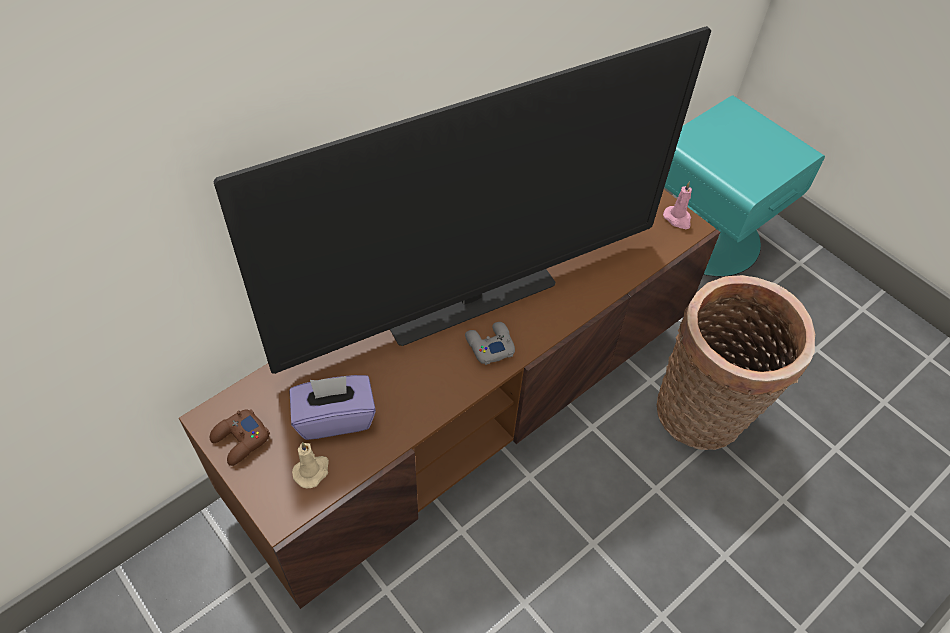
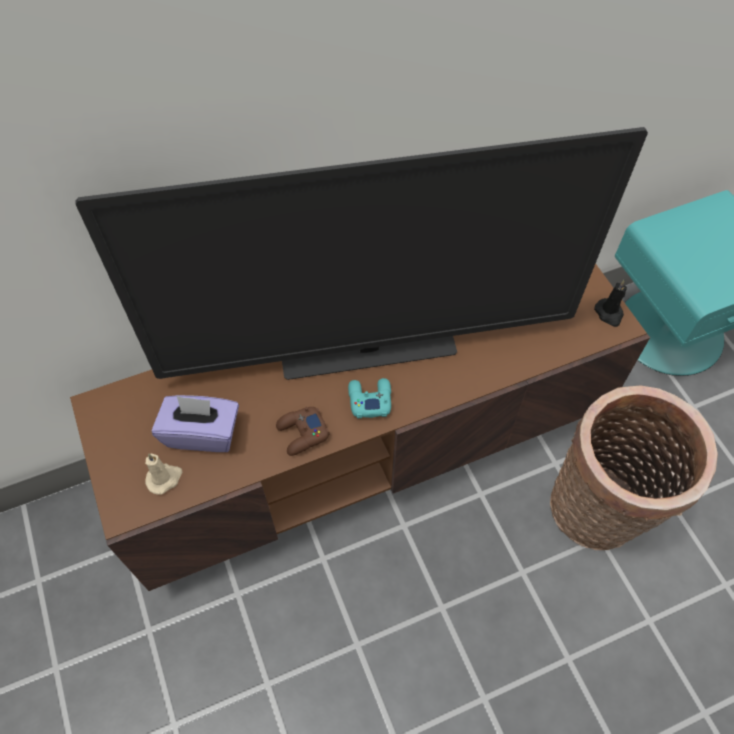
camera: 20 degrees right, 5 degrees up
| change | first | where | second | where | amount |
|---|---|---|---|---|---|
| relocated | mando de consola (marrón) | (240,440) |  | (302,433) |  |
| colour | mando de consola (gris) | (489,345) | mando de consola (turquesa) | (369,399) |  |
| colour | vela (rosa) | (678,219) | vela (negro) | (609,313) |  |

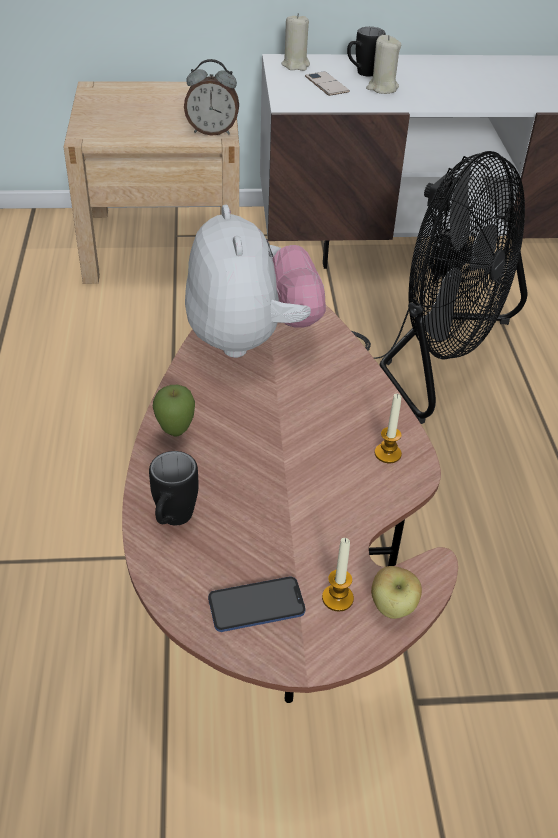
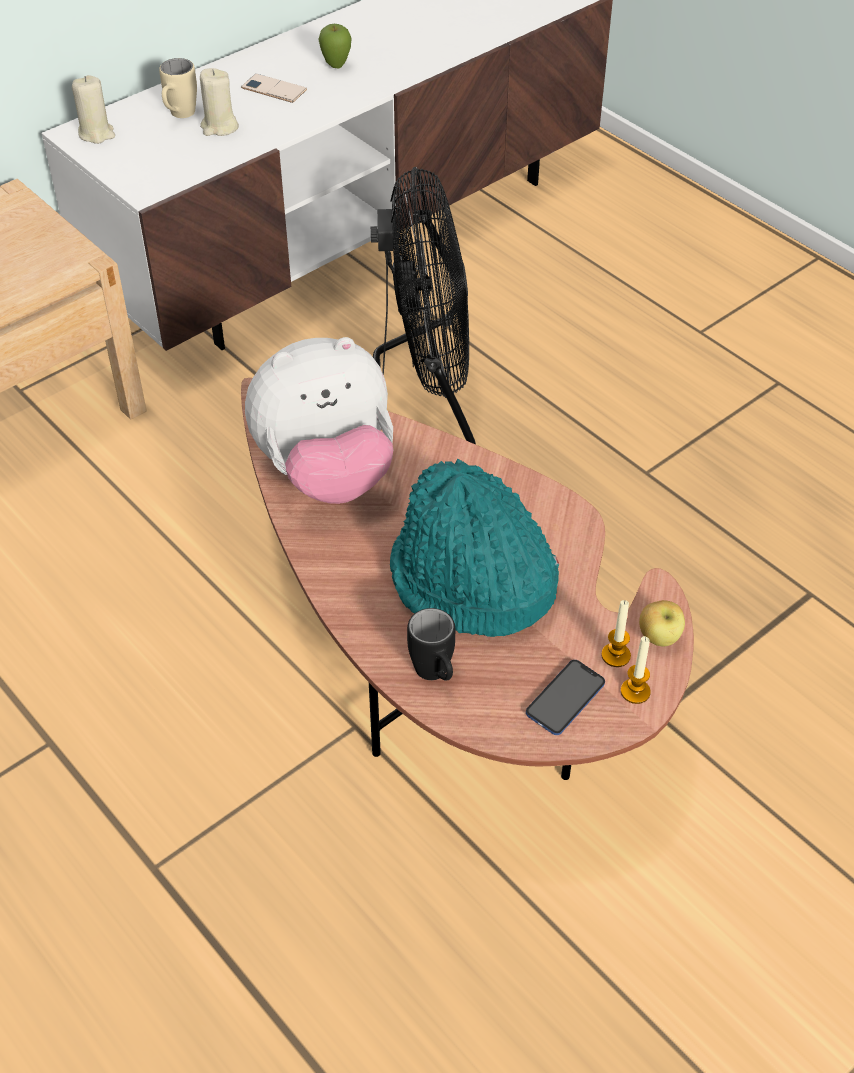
camera: 35 degrees left, 5 degrees up
| change | first | where | second | where | amount |
|---|---|---|---|---|---|
| missing | despertador | (212,131) |  |  |  |
| appeared |  |  | sombrero (turquesa) | (470,584) |  |
| relocated | manzana | (175,432) |  | (336,66) |  |
| relocated | móvil | (326,84) |  | (274,89) |  |
| relocated | vela | (387,454) |  | (635,691) |  |
| colour | taza grande (negro) | (361,74) | taza grande (beis) | (179,116) |  |
| spun | peluche | (251,339) |  | (327,474) | 120 degrees clockwise |

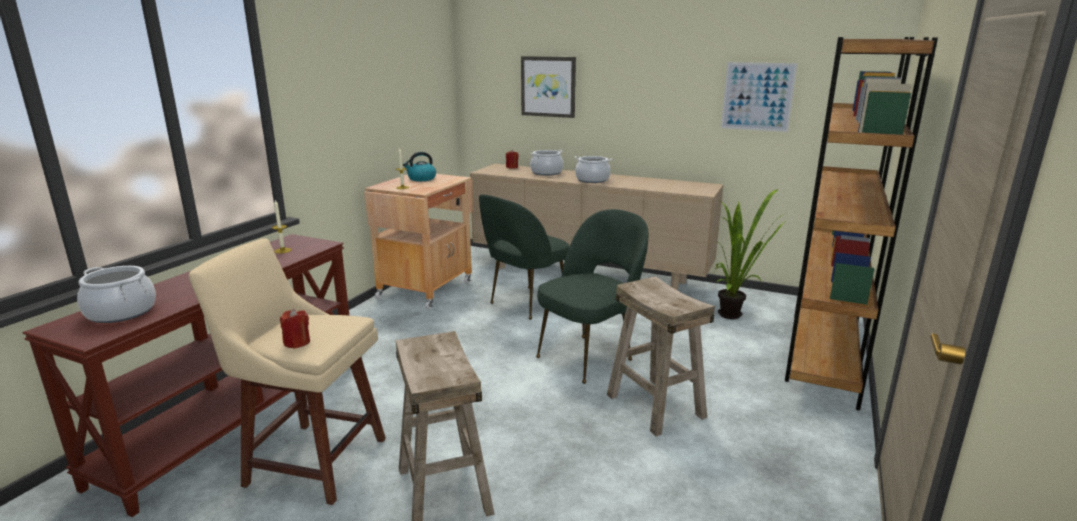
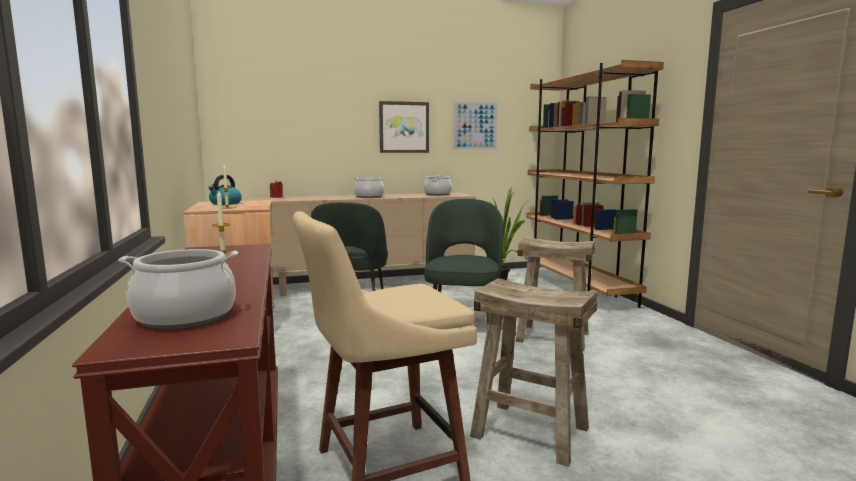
camera: 40 degrees left, 10 degrees down
| change | first | where | second | where | amount |
|---|---|---|---|---|---|
| missing | vela (rojo) | (297,342) |  |  |  |
| relocated | cuadro | (548,86) |  | (404,127) |  |
| relocated | olla | (546,173) |  | (437,194) |  |

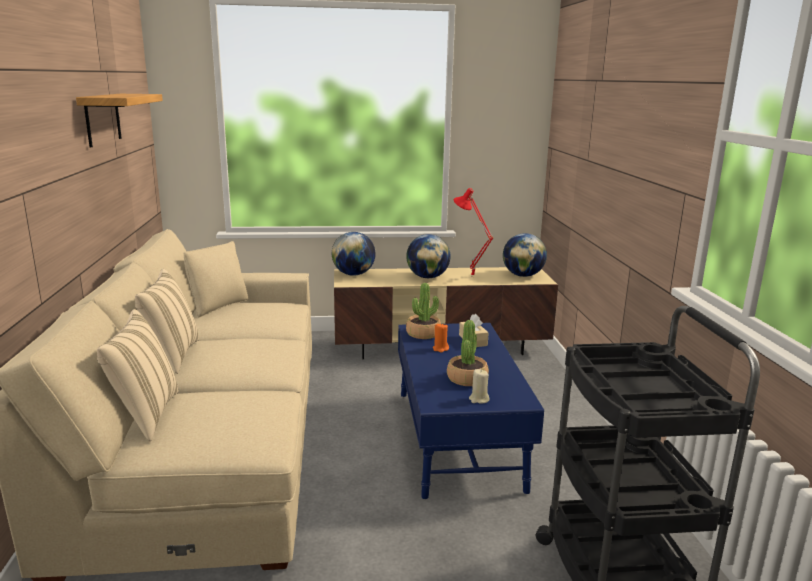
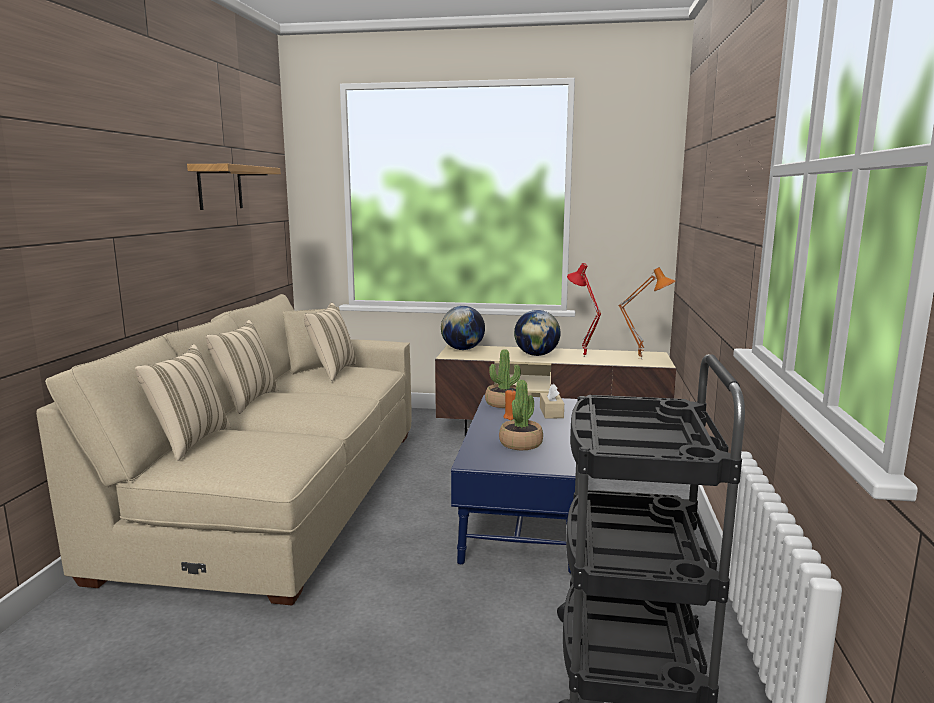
camera: 15 degrees right, 5 degrees down
| change | first | where | second | where | amount |
|---|---|---|---|---|---|
| missing | vela (beis) | (479,399) |  |  |  |
| appeared |  |  | cojín (beis) | (332,371) |  |
| exchanged | globo terráqueo | (523,275) | lámpara de mesa (naranja) | (641,358) |  |

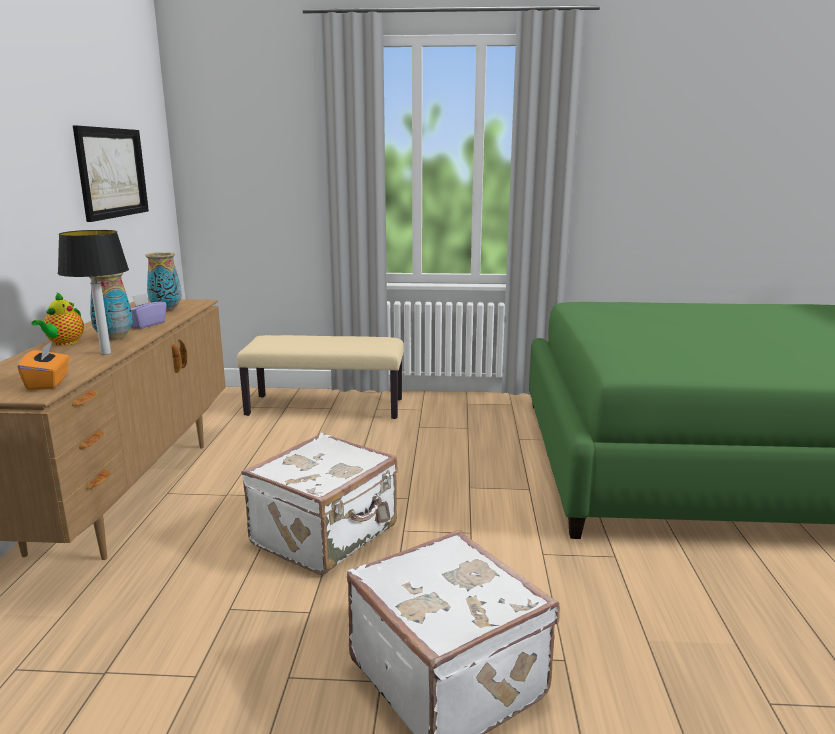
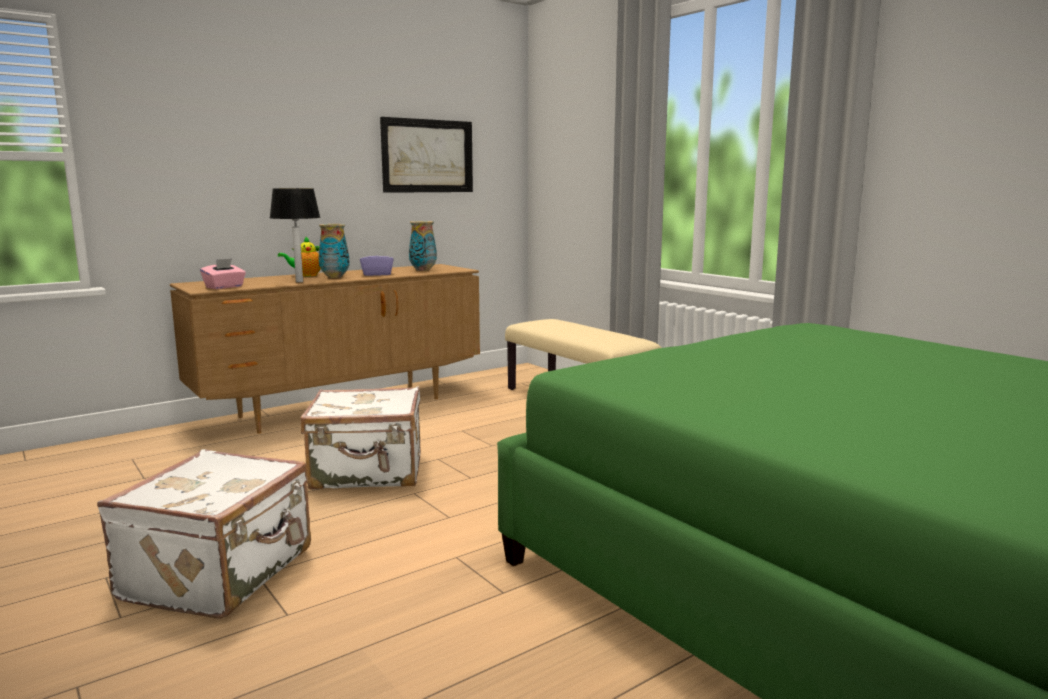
camera: 50 degrees right, 5 degrees down
| change | first | where | second | where | amount |
|---|---|---|---|---|---|
| colour | caja de pañuelos (naranja) | (48,383) | caja de pañuelos (rosa) | (224,287) |  |

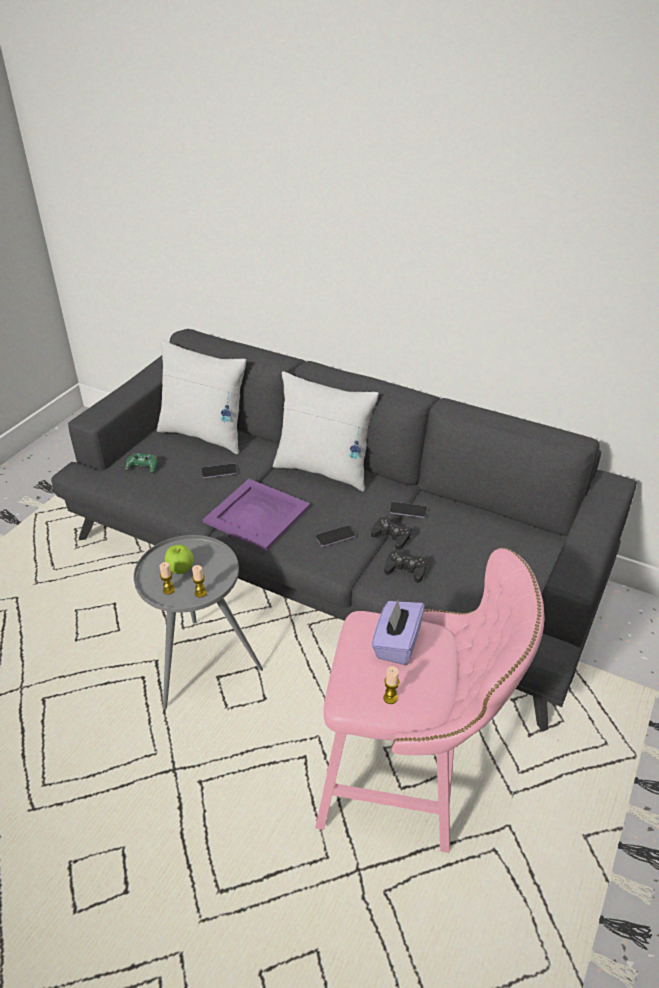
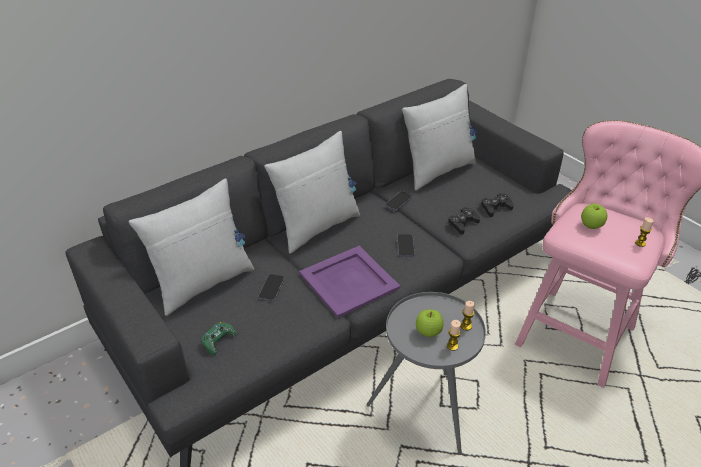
camera: 65 degrees left, 0 degrees up
| change | first | where | second | where | amount |
|---|---|---|---|---|---|
| appeared |  |  | cojín (gris) | (437,171) |  |
| relocated | mando de consola (negro) | (391,536) |  | (495,208) |  |
| exchanged | caja de pañuelos (morado) | (396,643) | manzana | (591,226) |  |

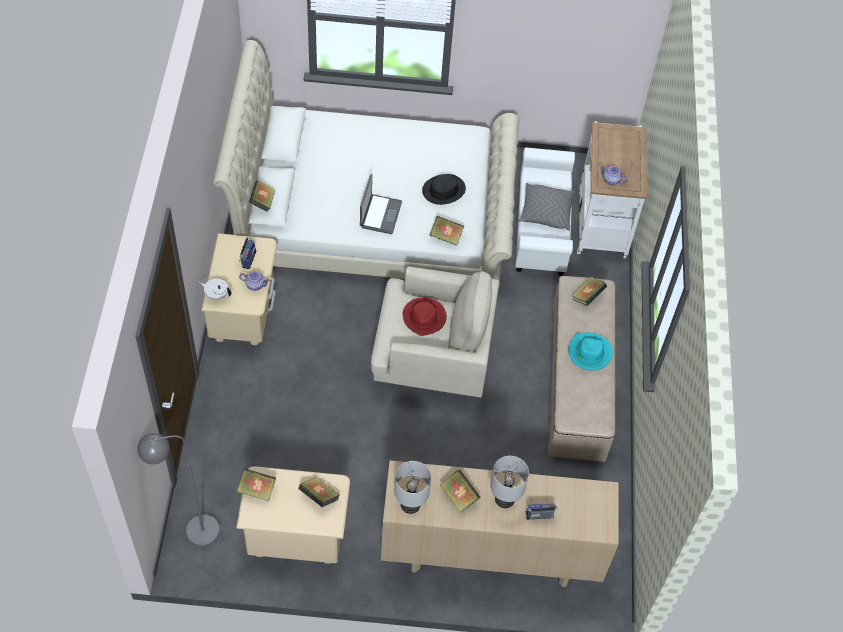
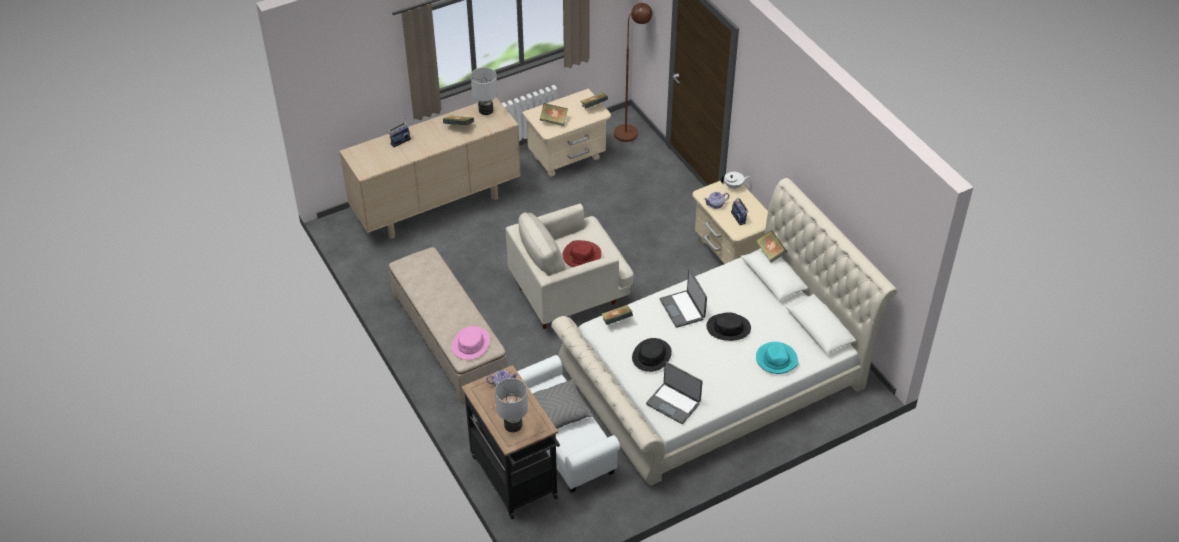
camera: 150 degrees right, 10 degrees down
| change | first | where | second | where | amount |
|---|---|---|---|---|---|
| appeared |  |  | portátil | (673,403) |  |
| appeared |  |  | sombrero (negro) | (728,327) |  |
| relocated | lámpara de mesa (gris) | (505,499) |  | (513,425) |  |
| relocated | sombrero (turquesa) | (589,353) |  | (776,359) |  |
| exchanged | libro | (587,297) | sombrero (rosa) | (471,344) |  |
| colour | lámpara de pie (gris) | (192,534) | lámpara de pie (marrón) | (630,130) |  |
| colour | carrito (blanco) | (601,222) | carrito (negro) | (515,479) |  |

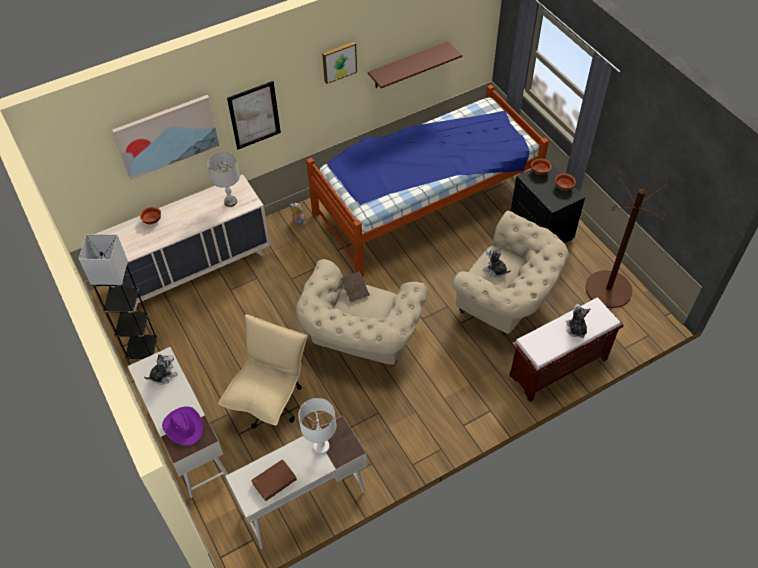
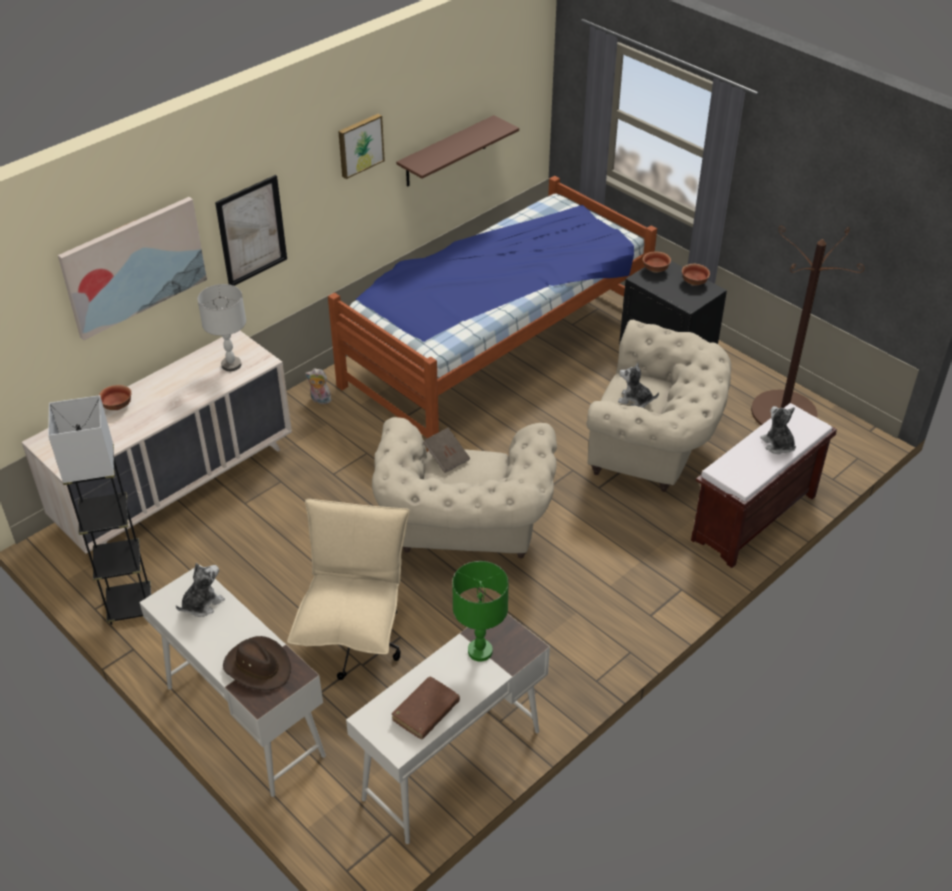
camera: 15 degrees left, 10 degrees down
| change | first | where | second | where | amount |
|---|---|---|---|---|---|
| colour | sombrero (morado) | (184,427) | sombrero (marrón) | (258,666) |  |
| colour | lámpara de mesa (blanco) | (321,446) | lámpara de mesa (verde) | (479,651) |  |

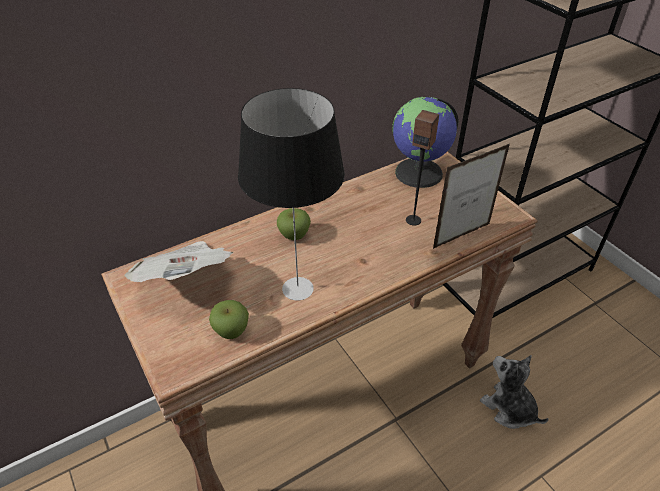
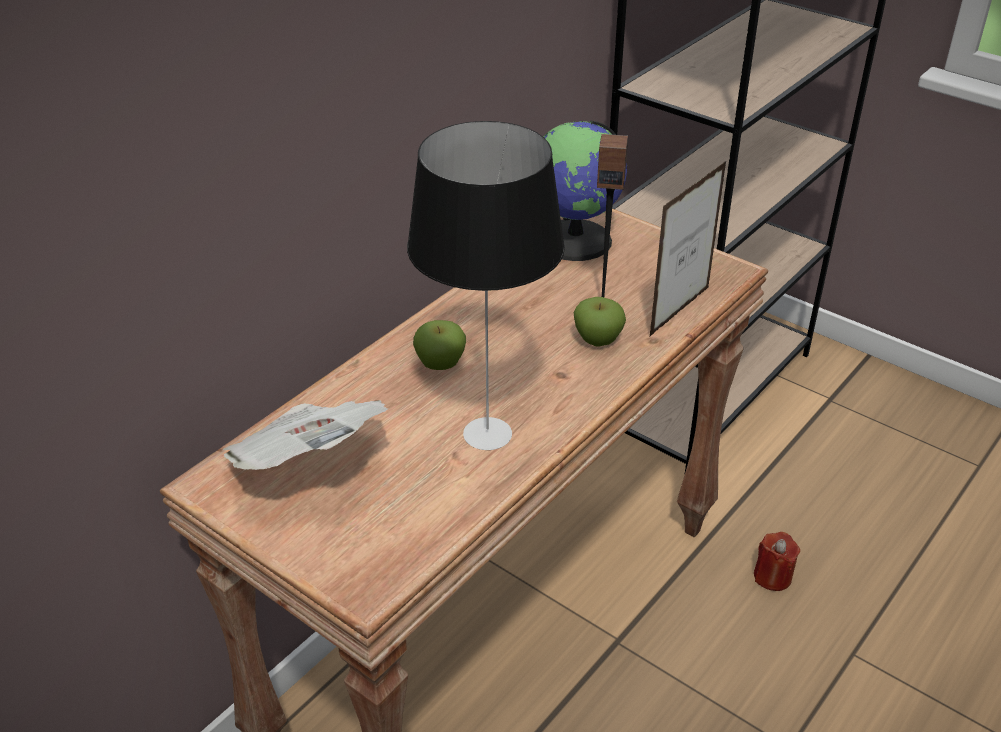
camera: 20 degrees left, 5 degrees down
| change | first | where | second | where | amount |
|---|---|---|---|---|---|
| relocated | manzana | (231,331) |  | (597,340) |  |
| exchanged | peluche | (509,408) | vela (rojo) | (772,576) |  |

